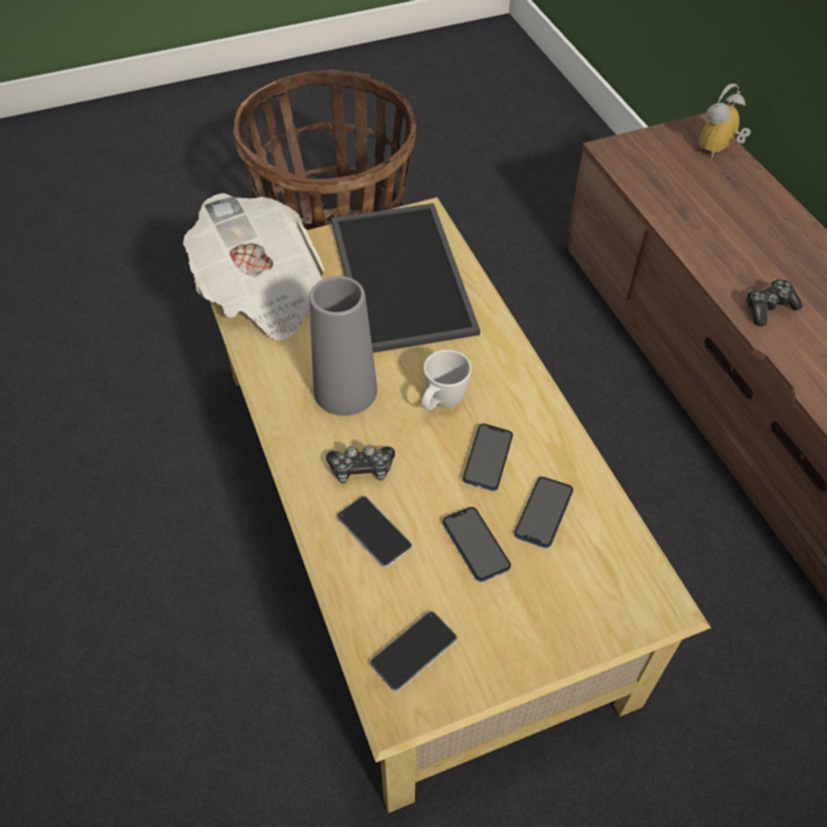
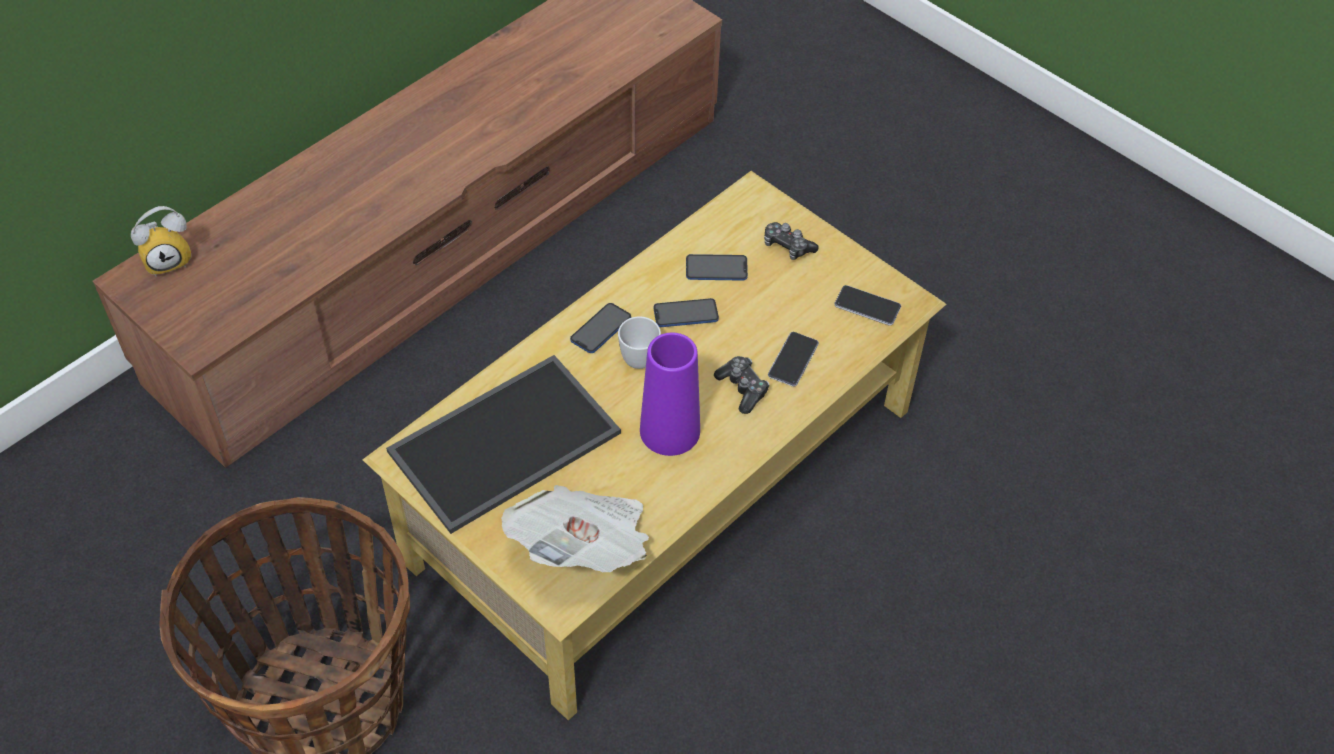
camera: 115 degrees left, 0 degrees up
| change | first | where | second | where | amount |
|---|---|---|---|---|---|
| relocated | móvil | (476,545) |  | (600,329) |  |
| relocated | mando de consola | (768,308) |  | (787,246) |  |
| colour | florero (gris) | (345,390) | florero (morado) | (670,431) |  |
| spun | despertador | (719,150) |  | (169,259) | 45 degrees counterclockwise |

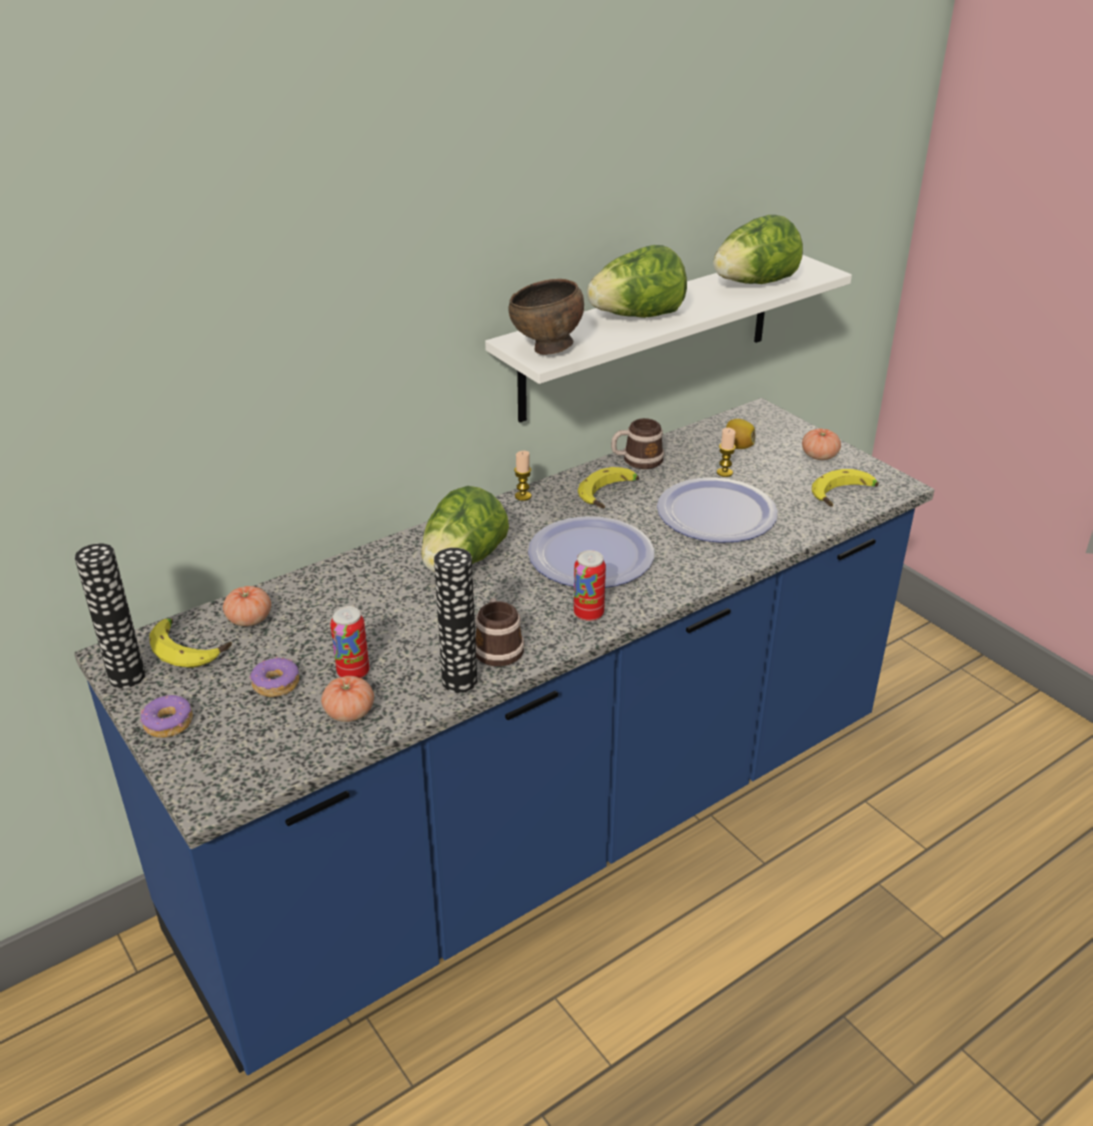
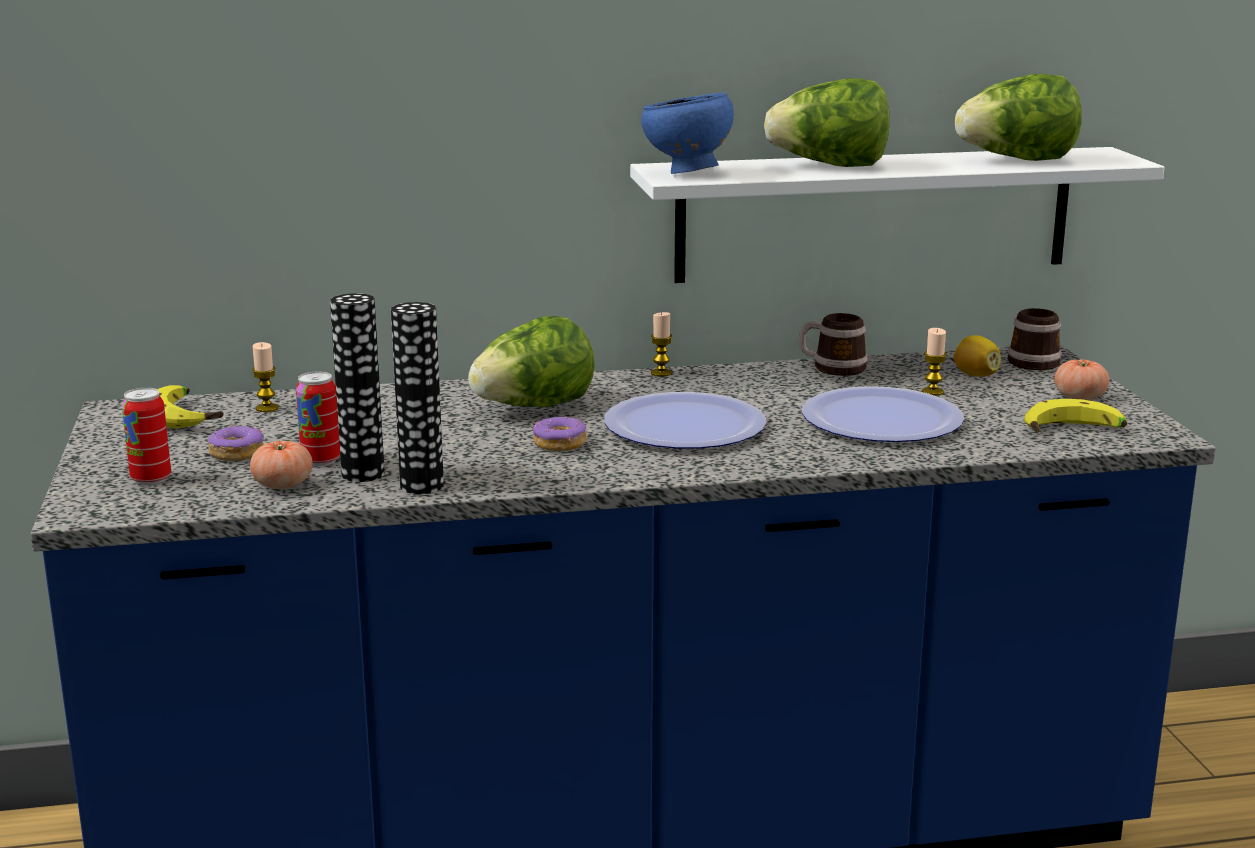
camera: 25 degrees right, 15 degrees down
| change | first | where | second | where | amount |
|---|---|---|---|---|---|
| missing | plátano | (610,495) |  |  |  |
| relocated | florero | (127,676) |  | (363,474) |  |
| relocated | rosquilla | (168,723) |  | (560,444) |  |
| relocated | taza grande | (497,647) |  | (1033,360) |  |
| relocated | lata | (588,614) |  | (151,479) |  |
| exchanged | tomate | (249,619) | vela | (267,408) |  |
| colour | cuenco (marrón) | (547,350) | cuenco (azul) | (687,174) |  |

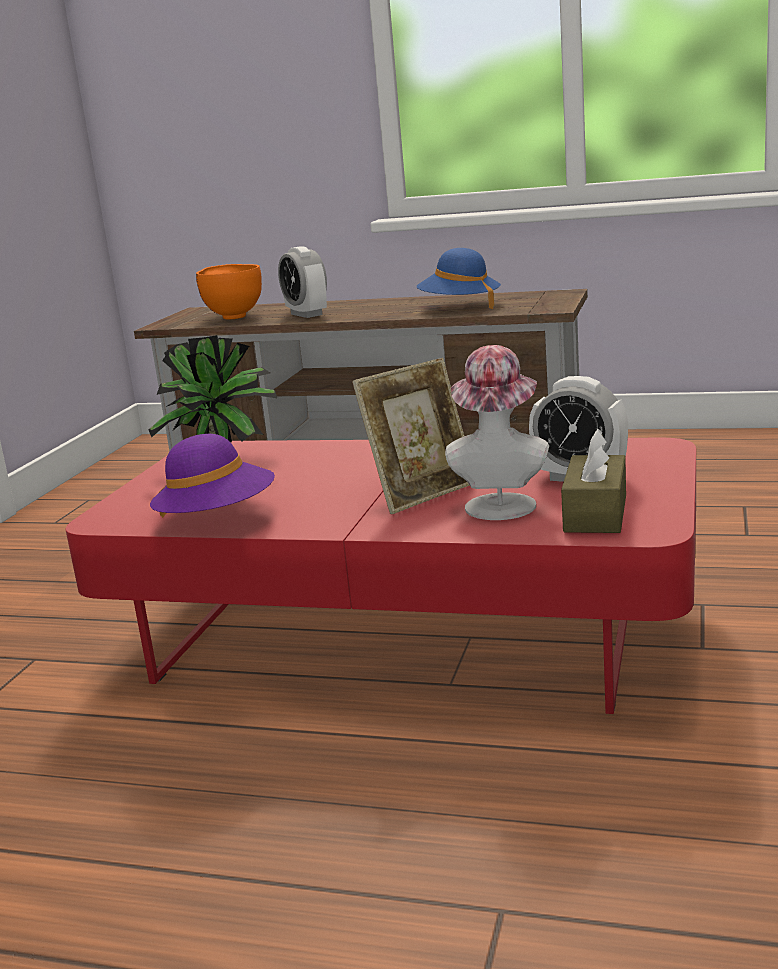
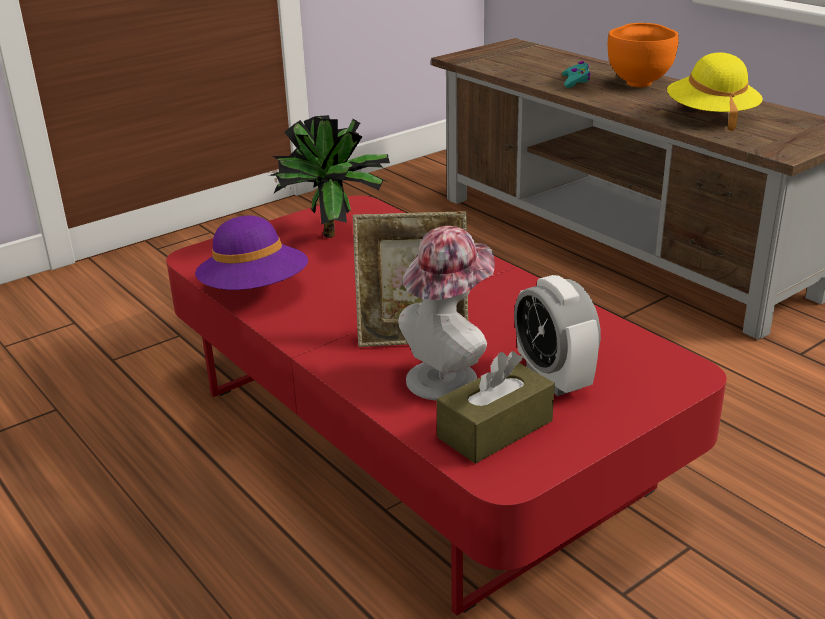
camera: 35 degrees right, 10 degrees up
| change | first | where | second | where | amount |
|---|---|---|---|---|---|
| relocated | cuenco (naranja) | (233,317) |  | (639,83) |  |
| exchanged | despertador | (306,314) | mando de consola (turquesa) | (576,81) |  |
| colour | sombrero (azul) | (459,306) | sombrero (amarillo) | (711,116) |  |

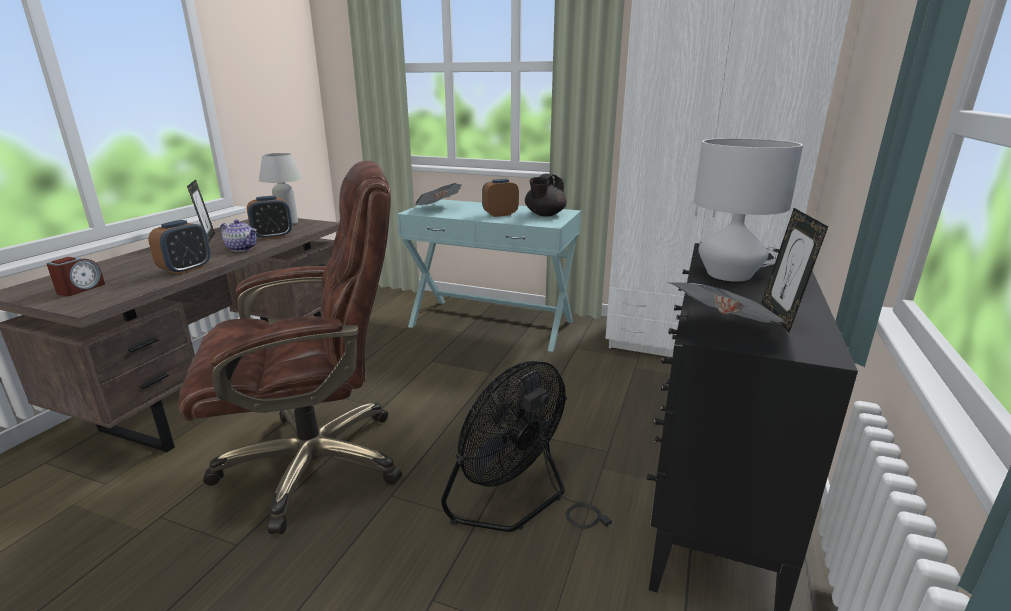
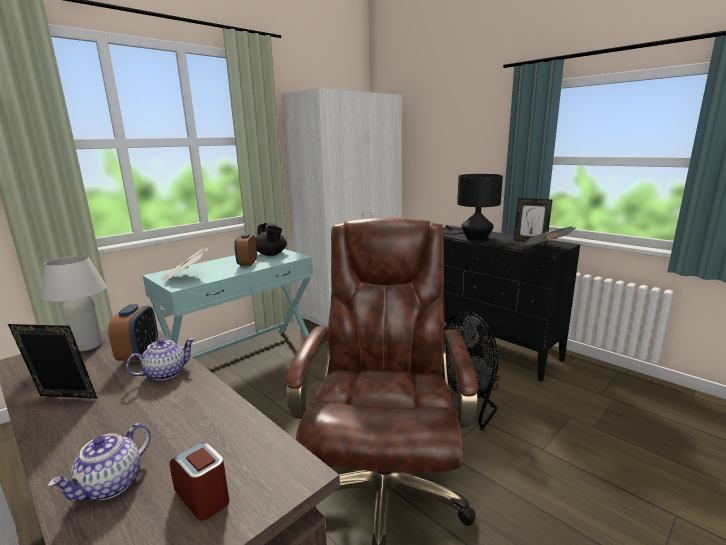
camera: 65 degrees left, 5 degrees down
| change | first | where | second | where | amount |
|---|---|---|---|---|---|
| missing | despertador | (186,269) |  |  |  |
| appeared |  |  | tetera | (111,485) |  |
| colour | lámpara de mesa (blanco) | (738,267) | lámpara de mesa (negro) | (466,235) |  |

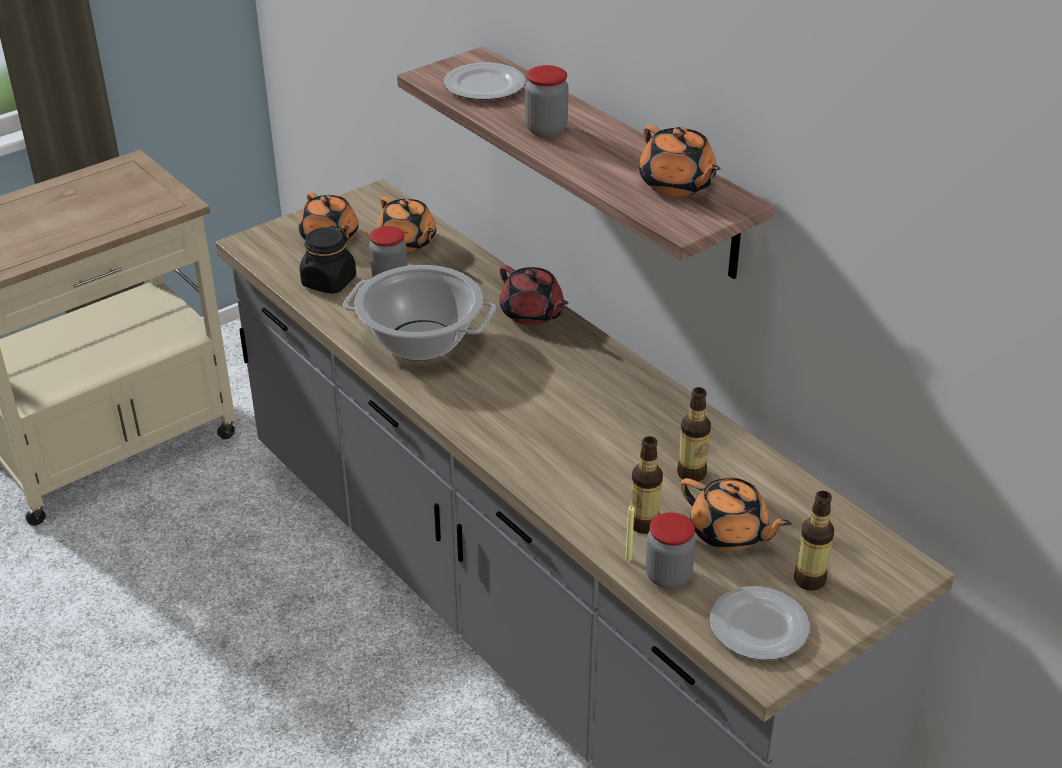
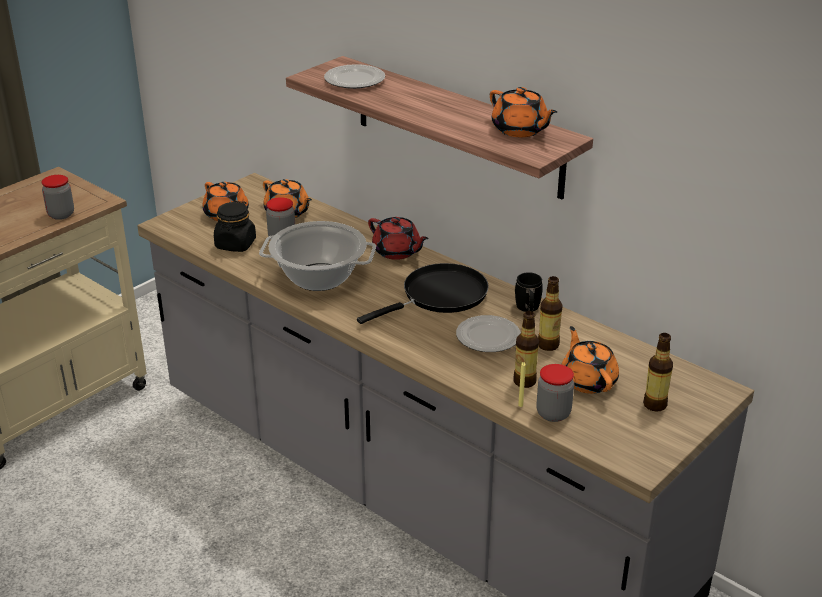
camera: 10 degrees left, 5 degrees down
| change | first | where | second | where | amount |
|---|---|---|---|---|---|
| appeared |  |  | sartén (negro) | (440,296) |  |
| appeared |  |  | taza grande (negro) | (528,309) |  |
| relocated | tarro | (546,129) |  | (61,214) |  |
| relocated | plato | (759,628) |  | (488,337) |  |
| spun | tetera (naranja) | (729,533) |  | (588,380) | 135 degrees counterclockwise |

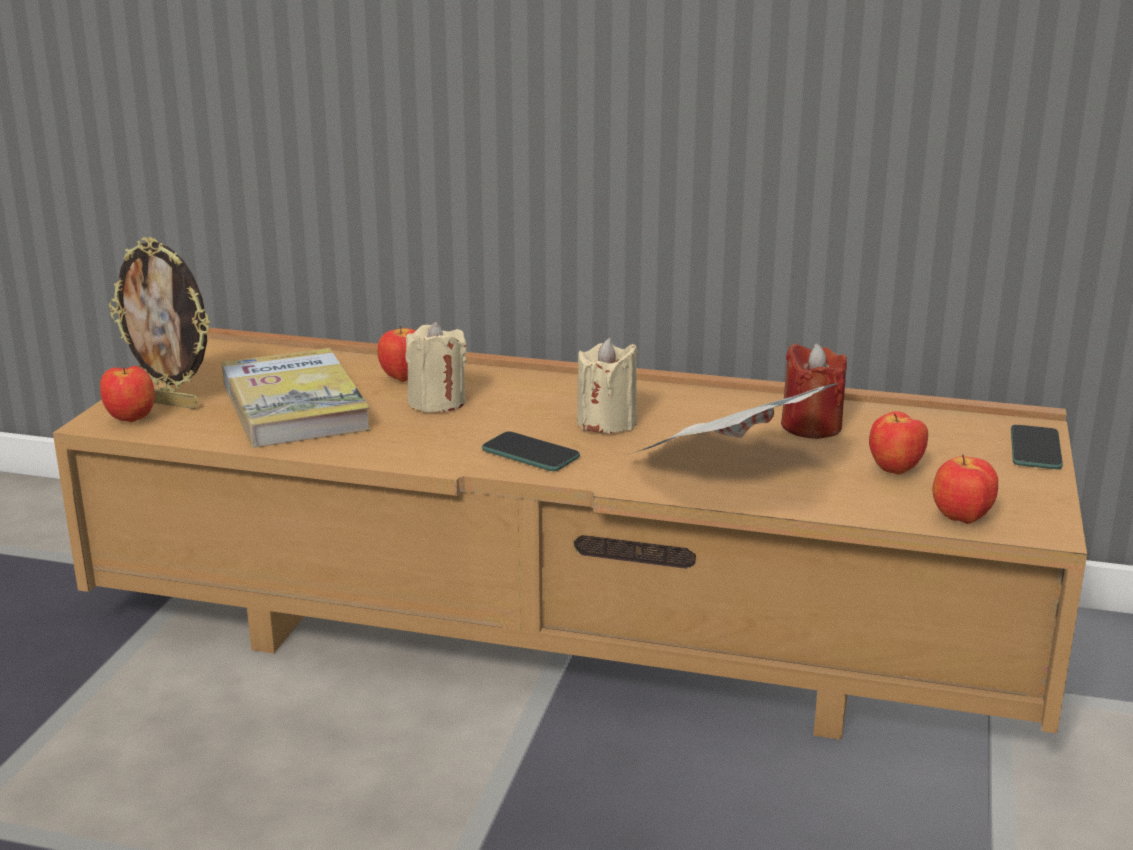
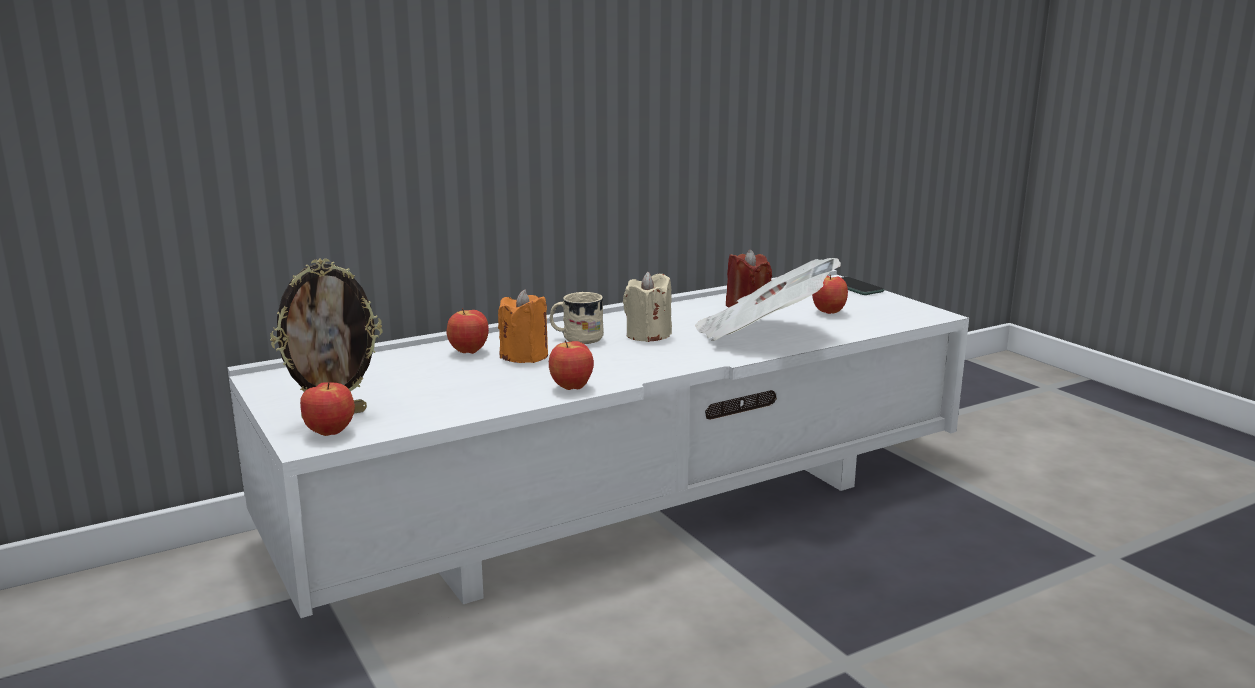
camera: 45 degrees left, 5 degrees down
| change | first | where | second | where | amount |
|---|---|---|---|---|---|
| missing | libro | (294,406) |  |  |  |
| missing | móvil | (530,454) |  |  |  |
| appeared |  |  | taza grande (beis) | (576,338) |  |
| relocated | manzana | (960,519) |  | (571,388) |  |
| colour | mueble de televisión (marrón) | (570,620) | mueble de televisión (blanco) | (627,496) |  |
| colour | vela (beis) | (437,402) | vela (naranja) | (525,356) |  |

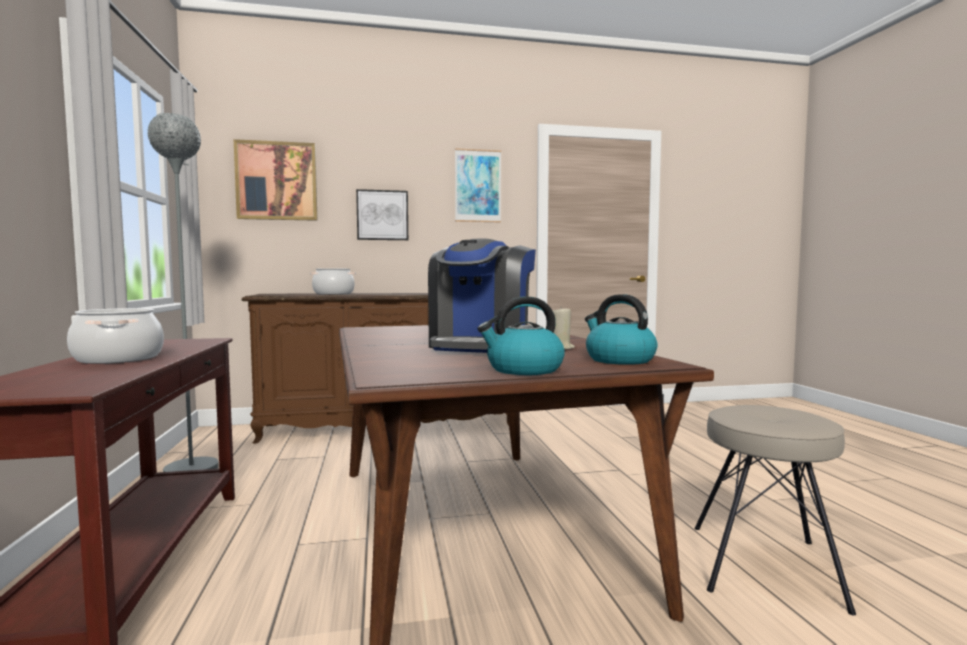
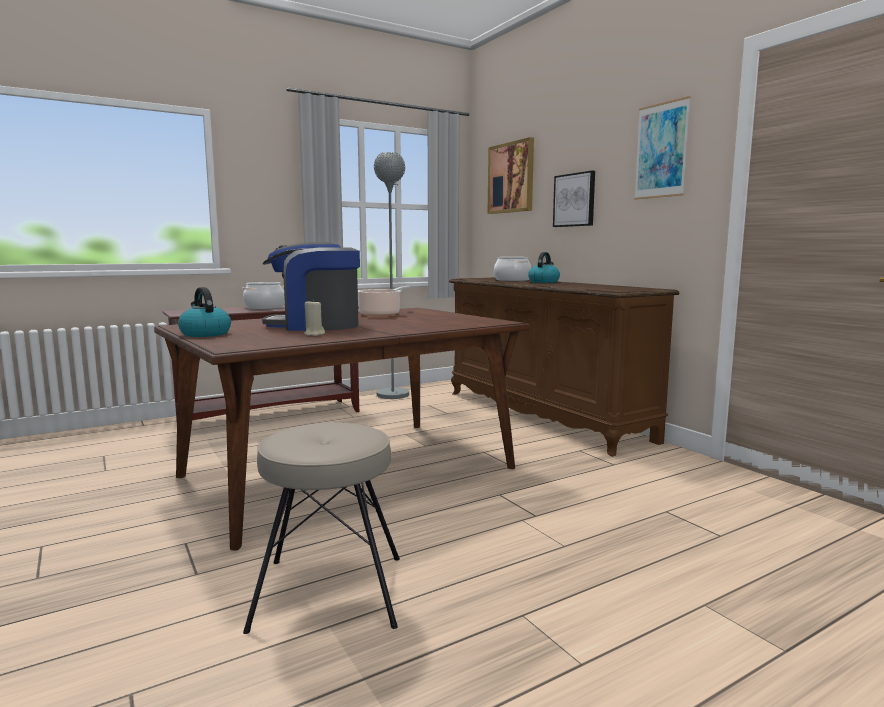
camera: 70 degrees right, 5 degrees up
| change | first | where | second | where | amount |
|---|---|---|---|---|---|
| appeared |  |  | olla | (381,314) |  |
| relocated | hervidor | (618,360) |  | (543,282) |  |

